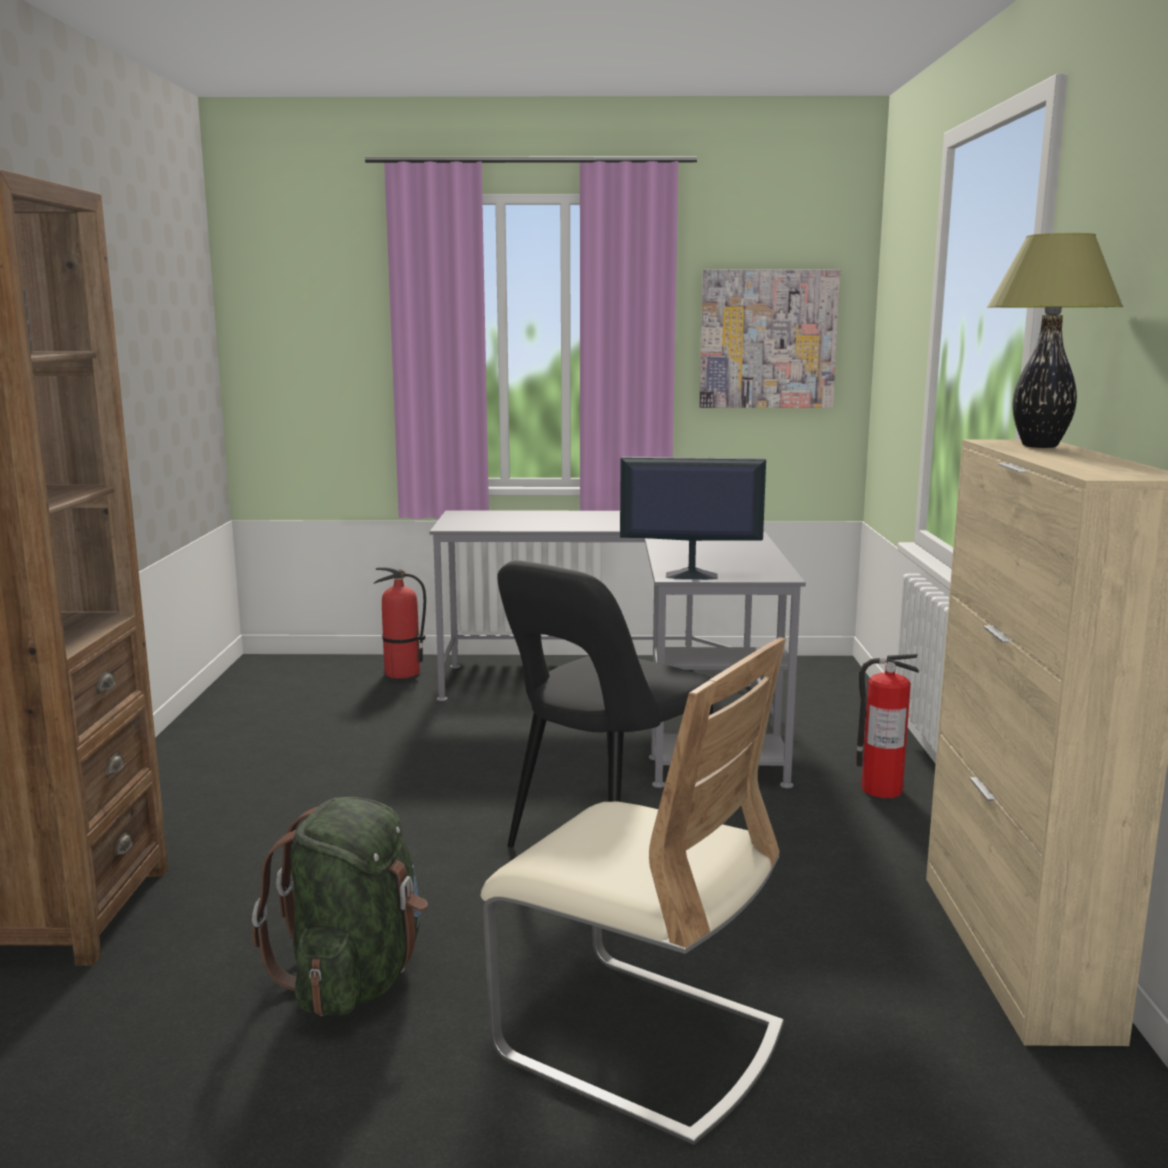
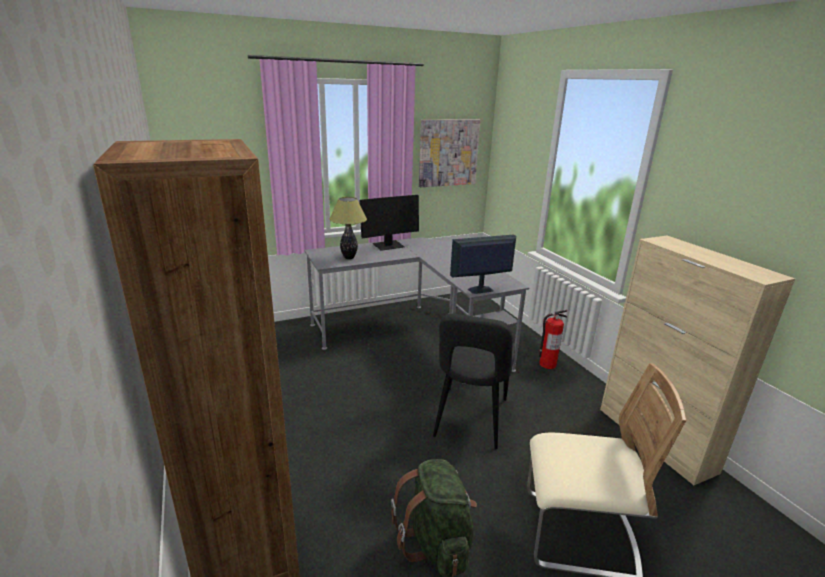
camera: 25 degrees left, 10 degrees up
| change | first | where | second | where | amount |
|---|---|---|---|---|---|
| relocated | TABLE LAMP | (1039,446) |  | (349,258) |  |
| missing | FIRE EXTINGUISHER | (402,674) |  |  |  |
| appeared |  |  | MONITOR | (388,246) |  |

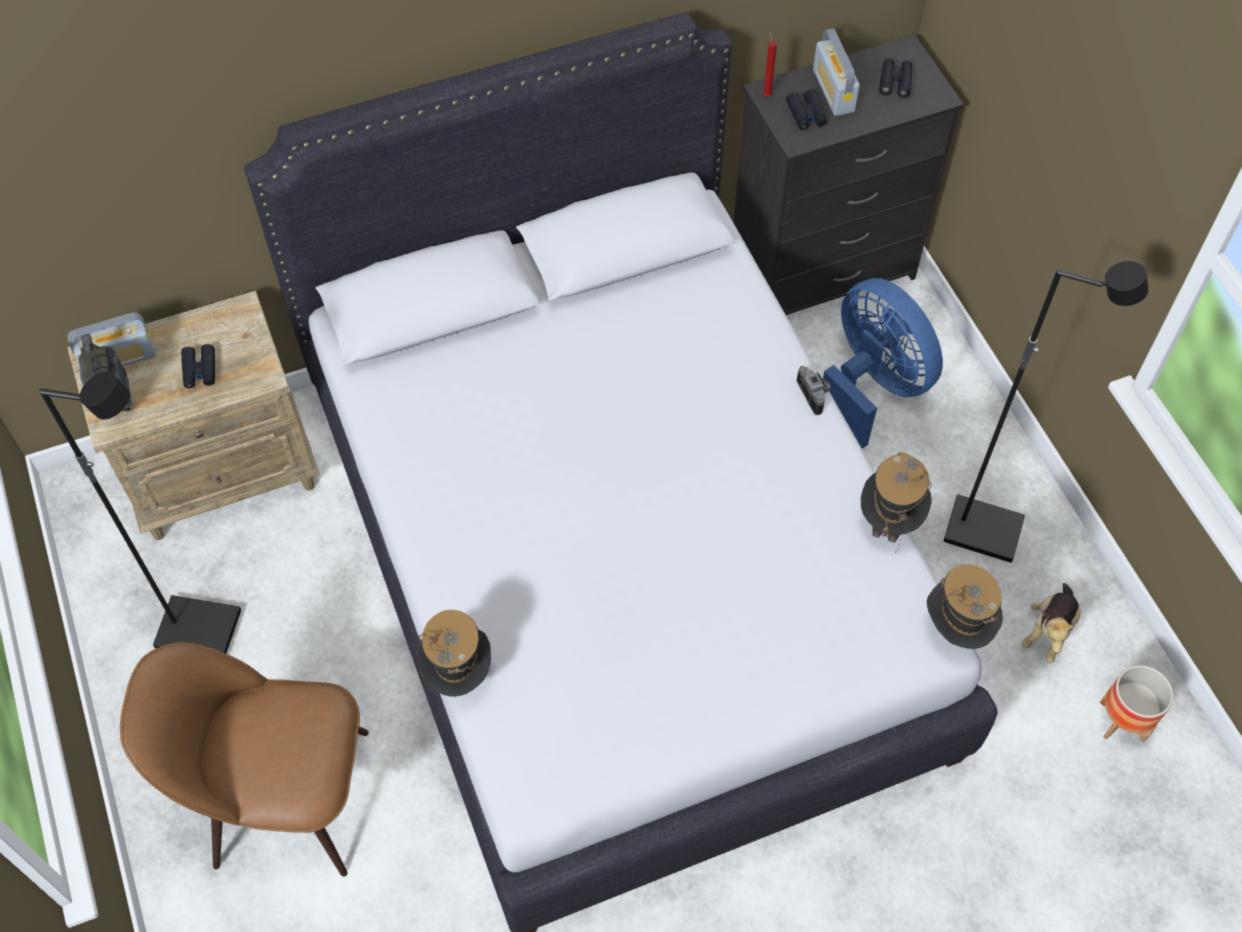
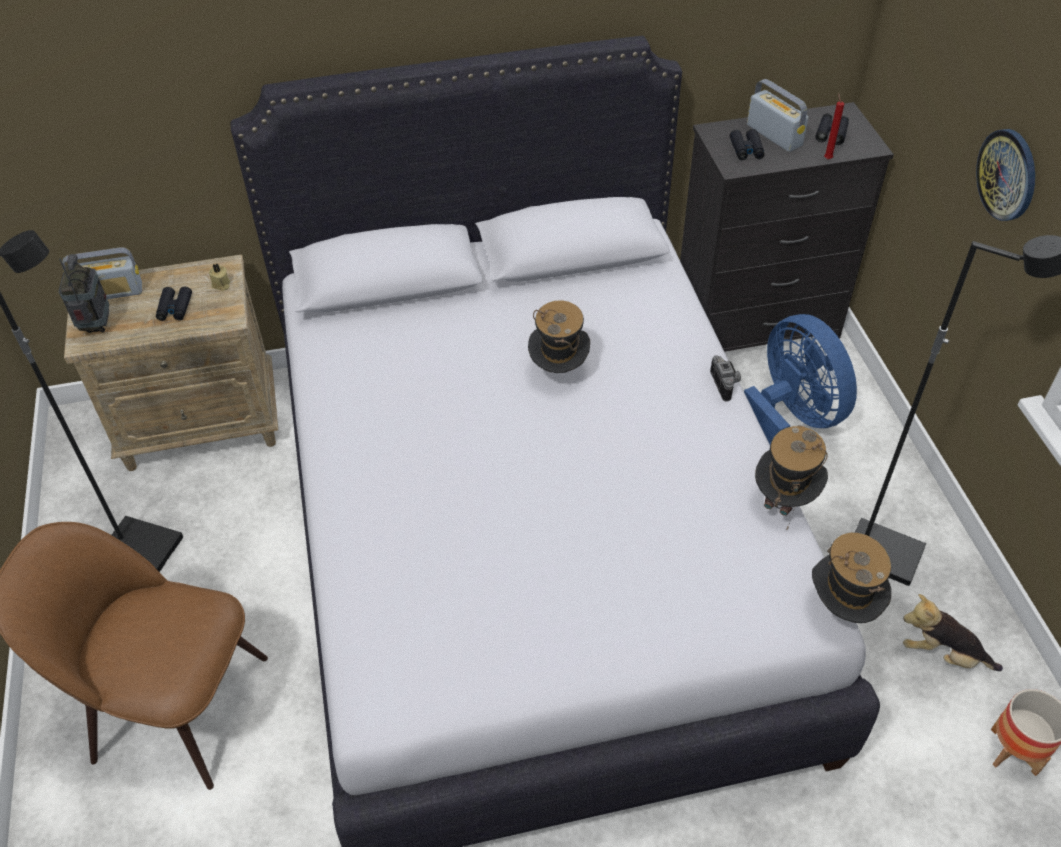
camera: 10 degrees right, 10 degrees down
| change | first | where | second | where | amount |
|---|---|---|---|---|---|
| spun | RADIO | (833,91) |  | (774,135) | 150 degrees clockwise |
| relocated | RED CANDLE | (766,94) |  | (827,158) |  |
| spun | PLUSH TOY | (1049,630) |  | (942,653) | 75 degrees clockwise |
| relocated | HAT | (458,674) |  | (559,371) |  |
| appeared |  |  | WALL CLOCK | (1007,174) |  |
| appeared |  |  | BEIGE CANDLE | (221,285) |  |

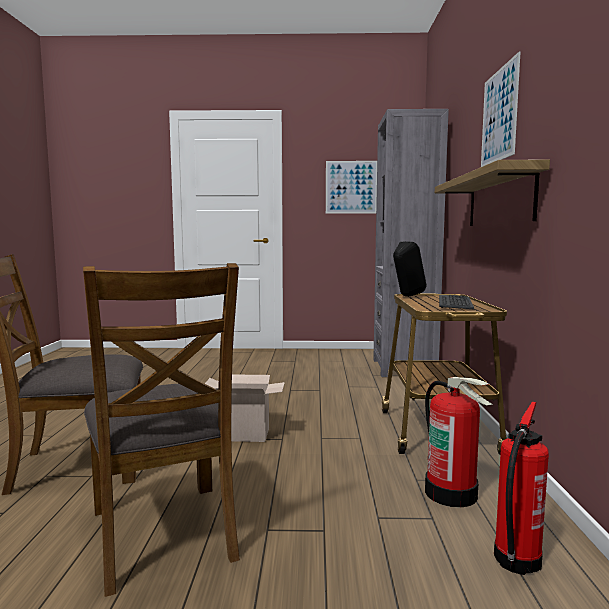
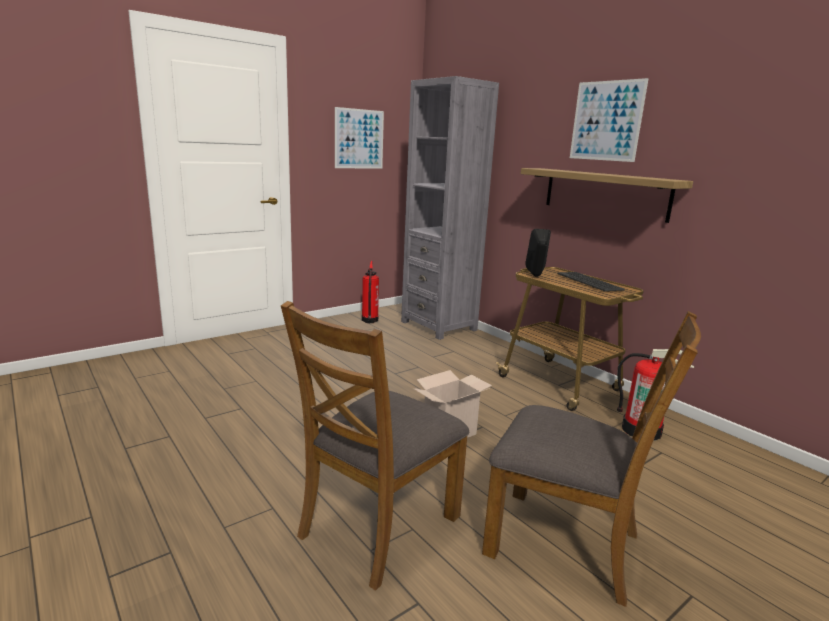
camera: 40 degrees left, 10 degrees up
| change | first | where | second | where | amount |
|---|---|---|---|---|---|
| relocated | FIRE EXTINGUISHER | (515,562) |  | (369,321) |  |

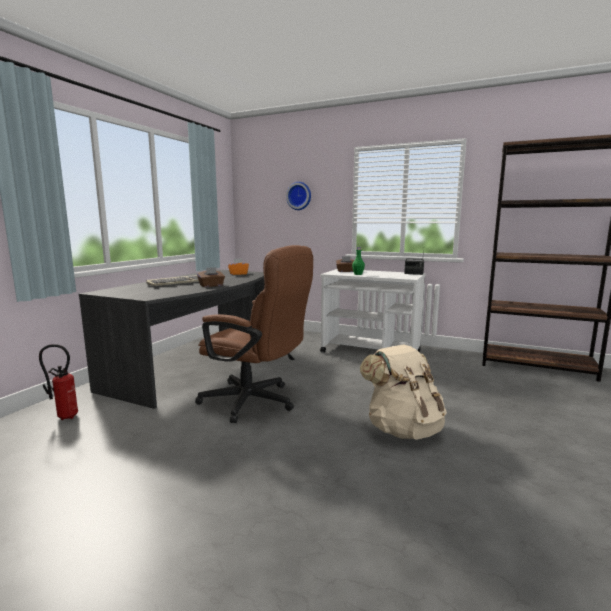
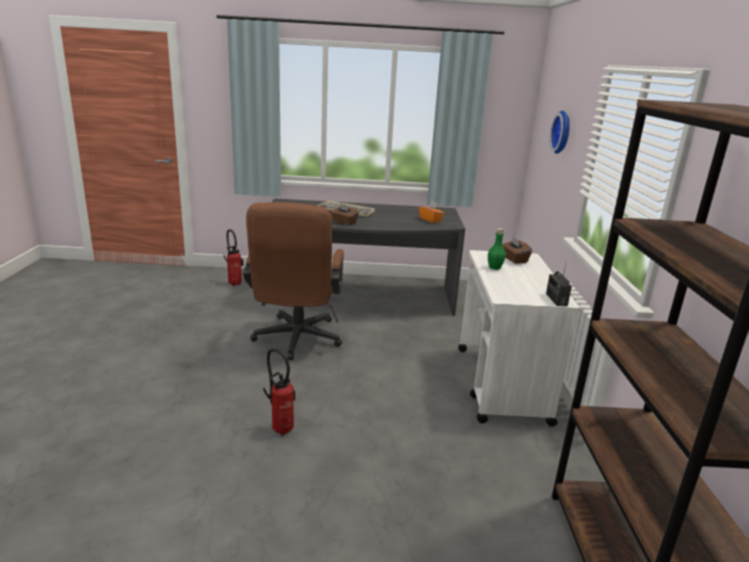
camera: 65 degrees right, 10 degrees up
| change | first | where | second | where | amount |
|---|---|---|---|---|---|
| exchanged | BEIGE BACKPACK | (403,429) | FIRE EXTINGUISHER | (281,428) |  |

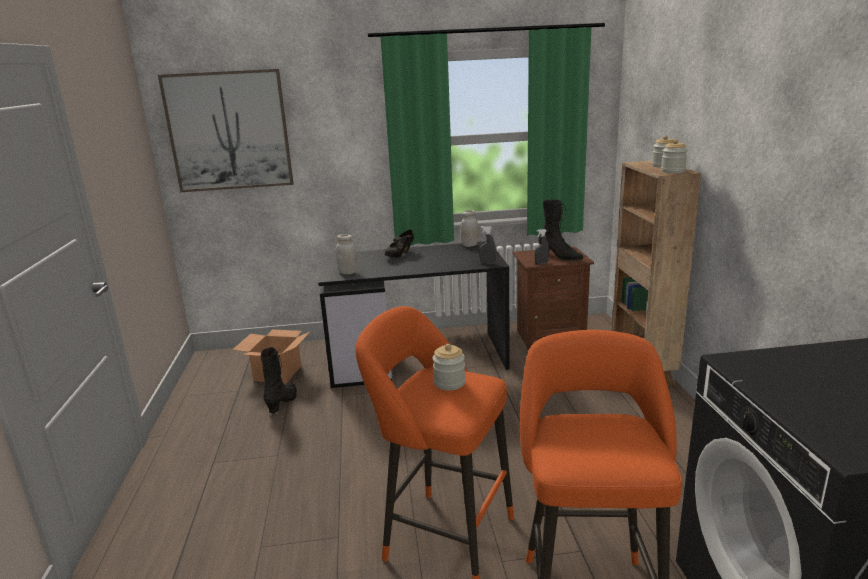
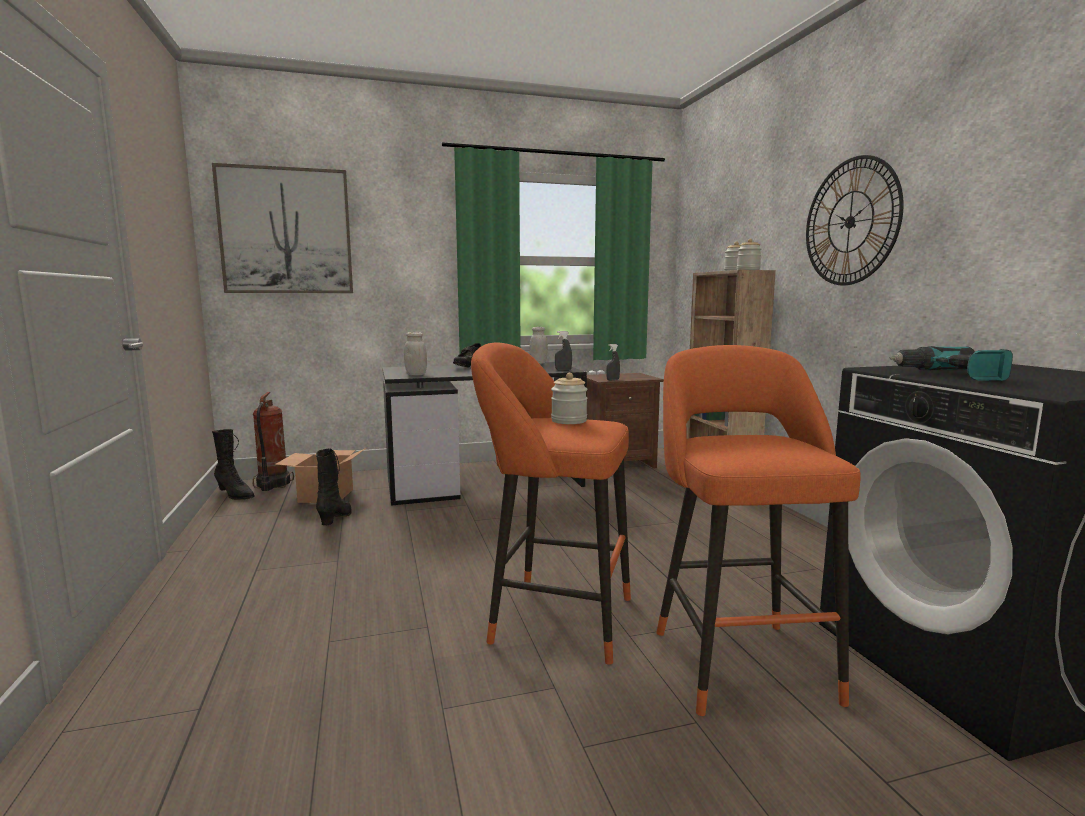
camera: 10 degrees left, 10 degrees down
| change | first | where | second | where | amount |
|---|---|---|---|---|---|
| relocated | BLACK BOOT | (559,256) |  | (235,495) |  |
| appeared |  |  | WALL CLOCK | (850,222) |  |
| appeared |  |  | POWER DRILL | (950,375) |  |
| appeared |  |  | FIRE EXTINGUISHER | (272,485) |  |

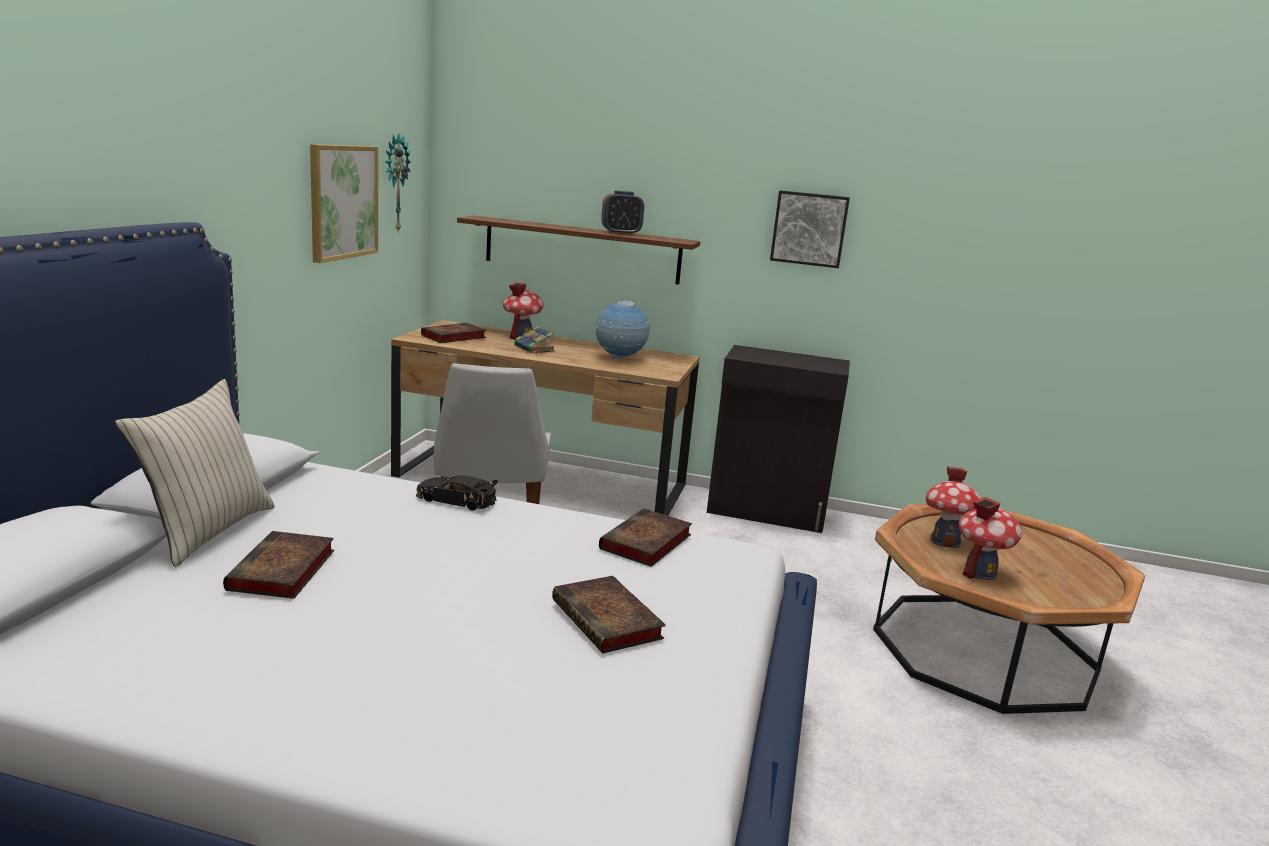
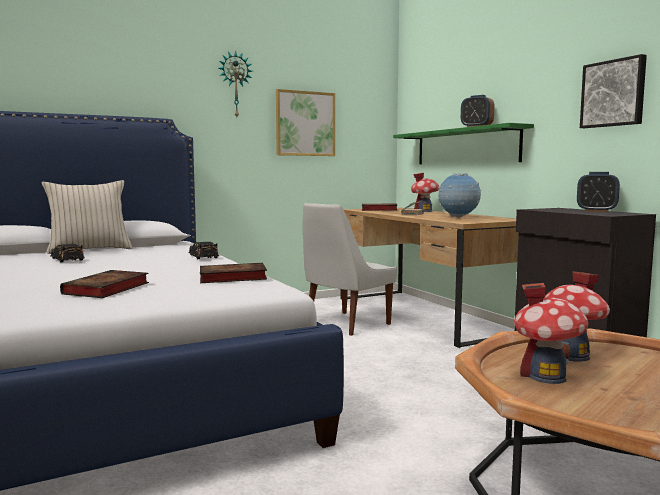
camera: 50 degrees right, 10 degrees down
| change | first | where | second | where | amount |
|---|---|---|---|---|---|
| relocated | WALL CLOCK | (394,183) |  | (235,85) |  |
| colour | BROWN SHELF | (582,250) | GREEN SHELF | (465,147) |  |
| exchanged | BOOK | (282,572) | BLACK TOY CAR | (67,259) |  |
| appeared |  |  | ALARM CLOCK | (596,211) |  |

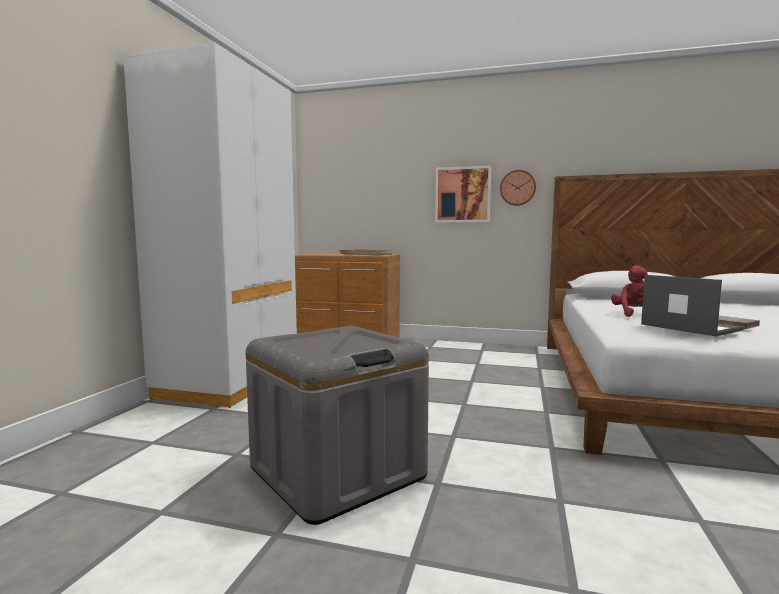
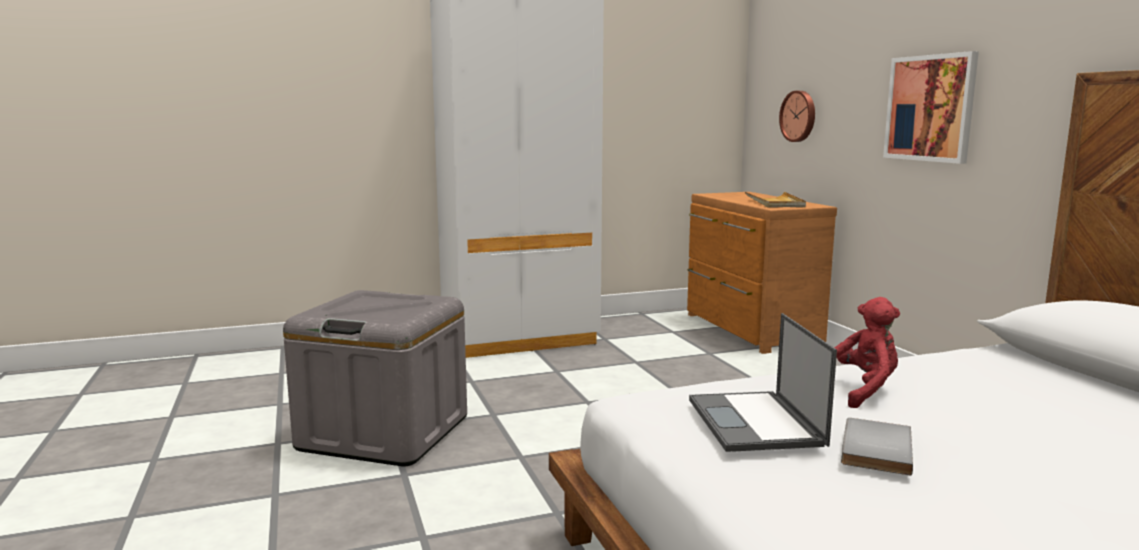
camera: 55 degrees right, 5 degrees up
| change | first | where | second | where | amount |
|---|---|---|---|---|---|
| relocated | WALL CLOCK | (517,188) |  | (799,116) |  |
| spun | LAPTOP | (688,327) |  | (756,422) | 150 degrees clockwise |

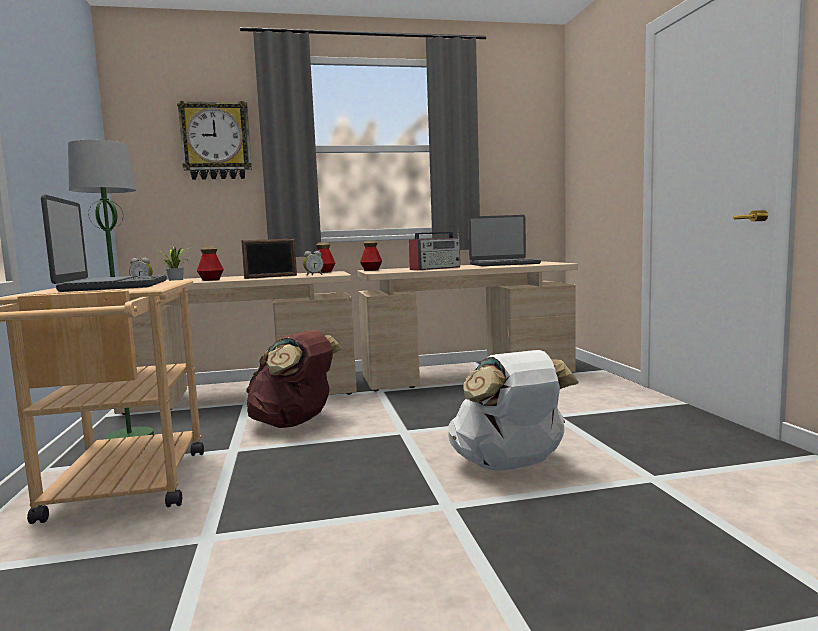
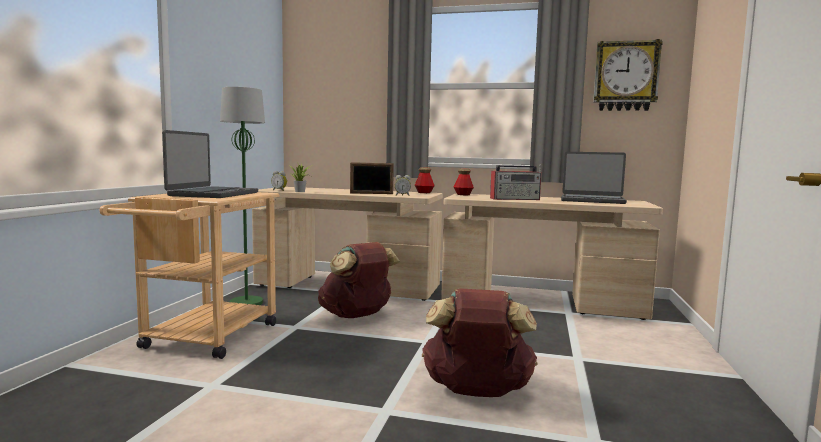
camera: 25 degrees right, 0 degrees up
| change | first | where | second | where | amount |
|---|---|---|---|---|---|
| relocated | WALL CLOCK | (216,141) |  | (626,76) |  |
| missing | BOTTLE | (211,280) |  |  |  |
| colour | WHITE BACKPACK | (510,465) | BROWN BACKPACK | (477,392) |  |

